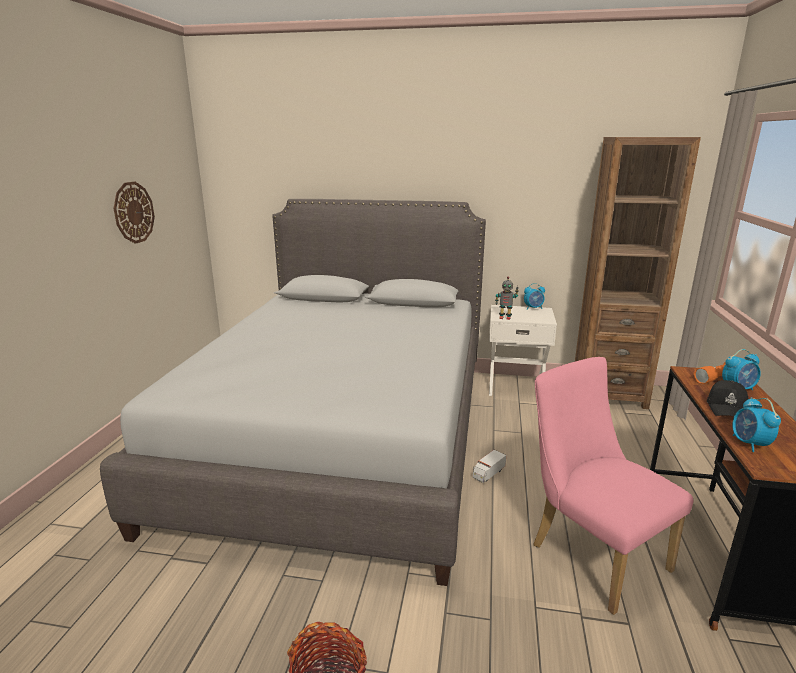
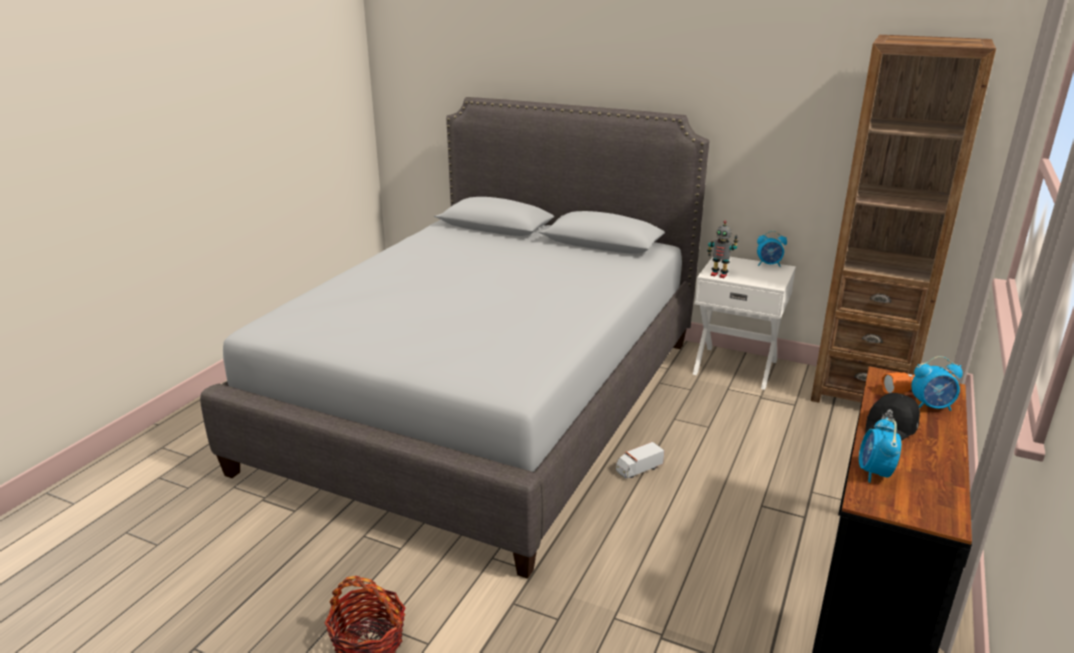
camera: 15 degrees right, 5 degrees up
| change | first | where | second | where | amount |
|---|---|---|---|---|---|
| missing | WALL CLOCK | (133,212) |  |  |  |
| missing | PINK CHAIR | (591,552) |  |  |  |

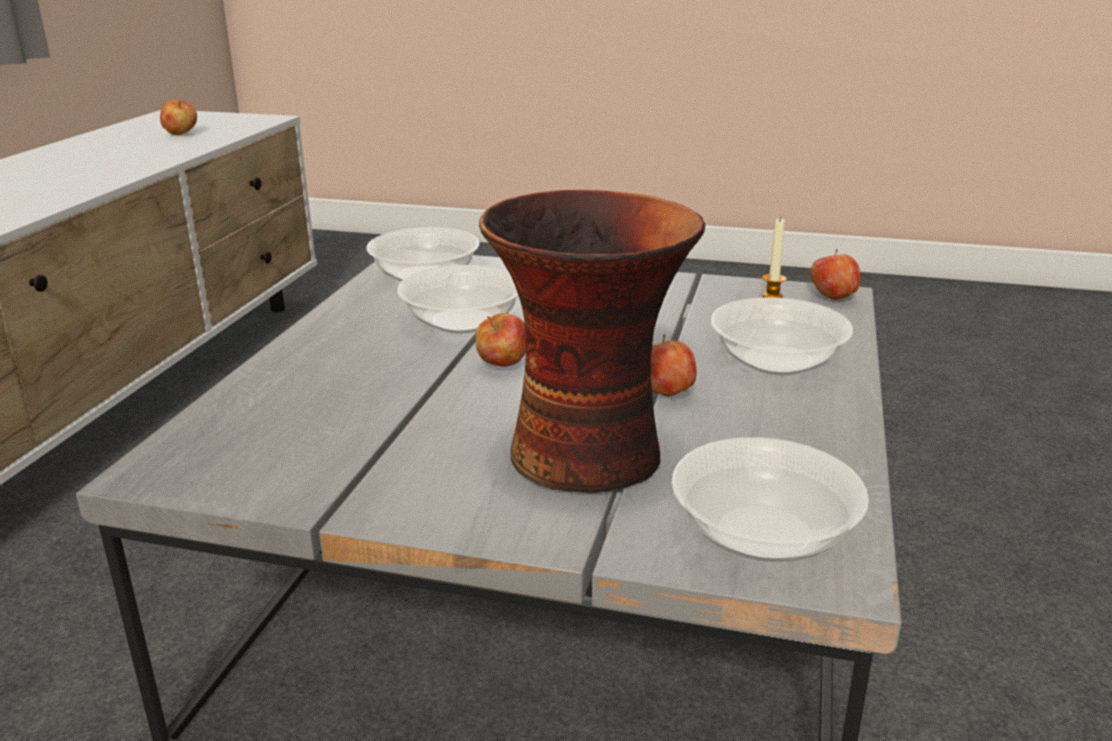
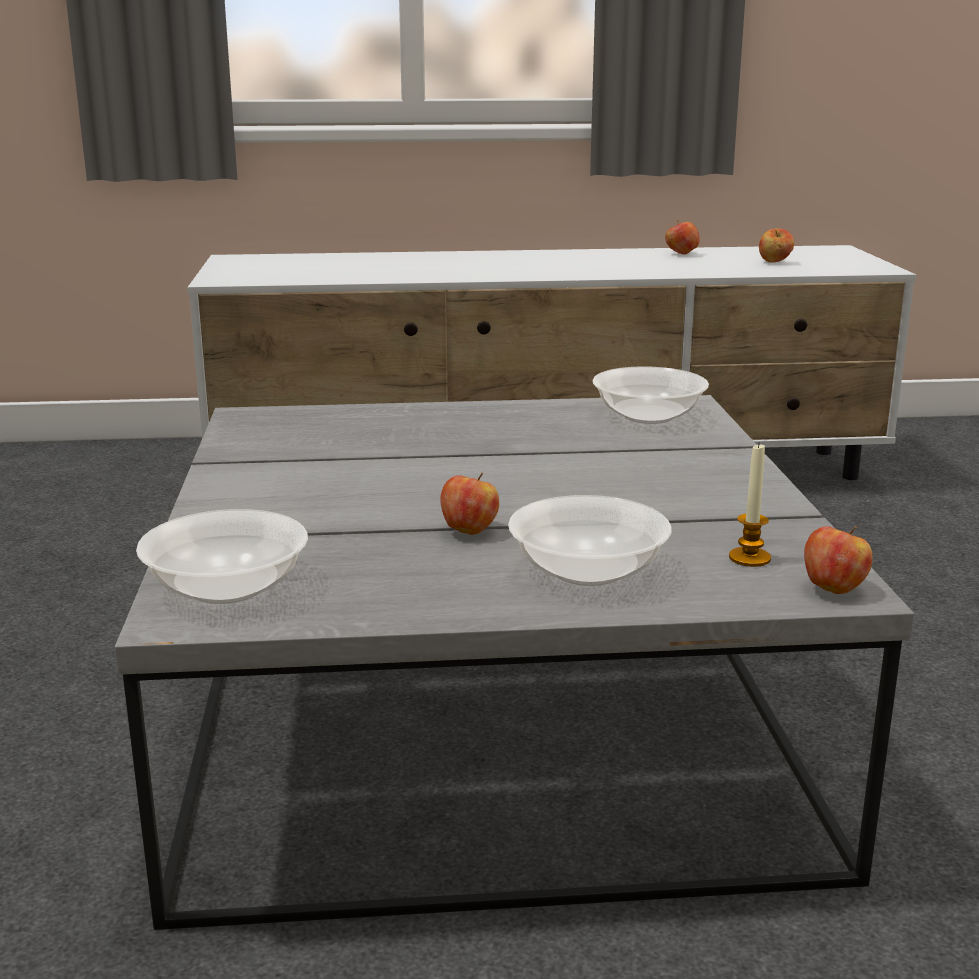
camera: 70 degrees right, 5 degrees down
| change | first | where | second | where | amount |
|---|---|---|---|---|---|
| missing | VASE | (591,453) |  |  |  |
| missing | BOWL | (462,322) |  |  |  |
| relocated | APPLE | (503,366) |  | (681,254) |  |

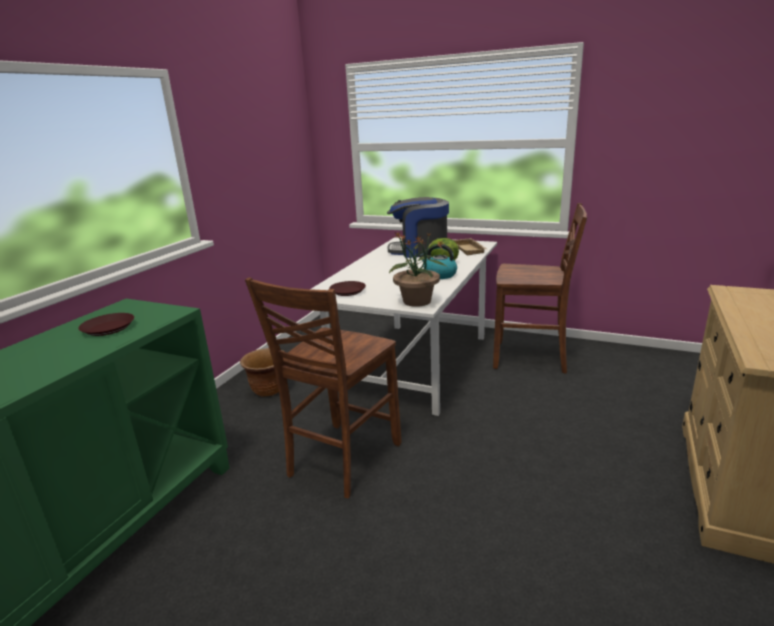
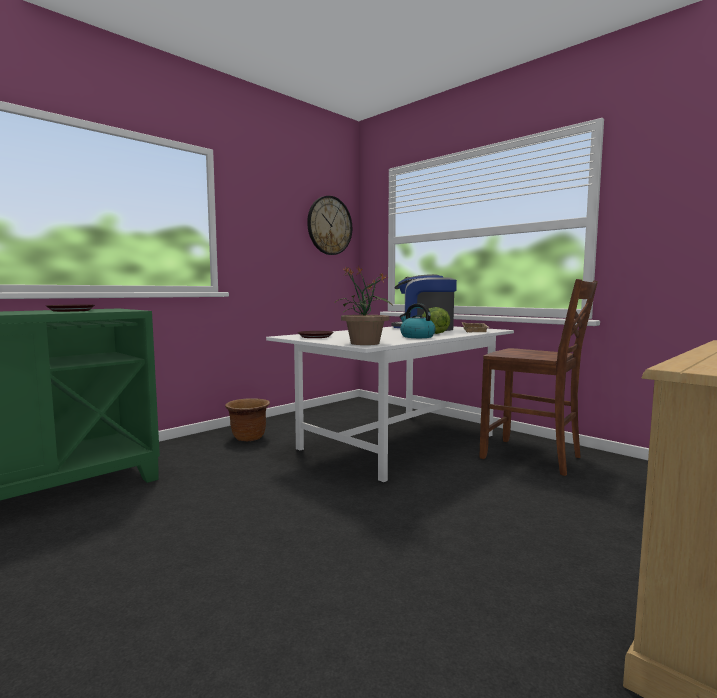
camera: 20 degrees right, 15 degrees down
| change | first | where | second | where | amount |
|---|---|---|---|---|---|
| missing | BROWN CHAIR | (341,460) |  |  |  |
| appeared |  |  | WALL CLOCK | (329,225) |  |

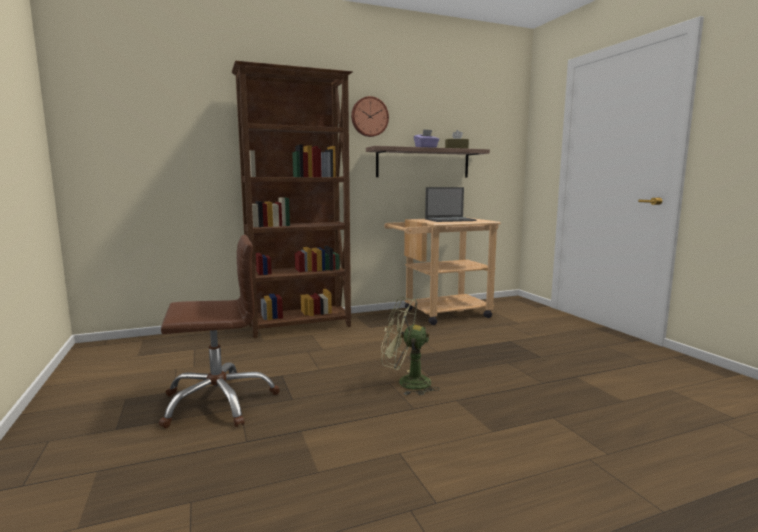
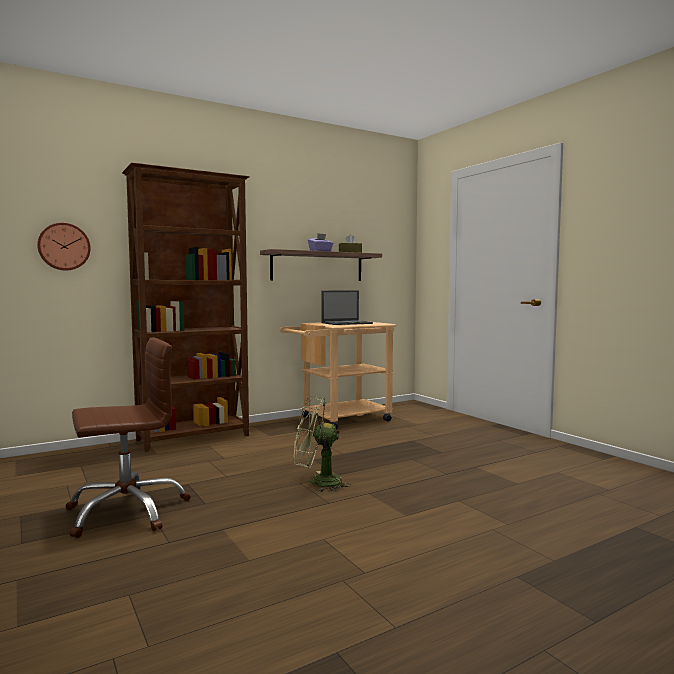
camera: 10 degrees left, 5 degrees down
| change | first | where | second | where | amount |
|---|---|---|---|---|---|
| relocated | WALL CLOCK | (369,117) |  | (64,246) |  |

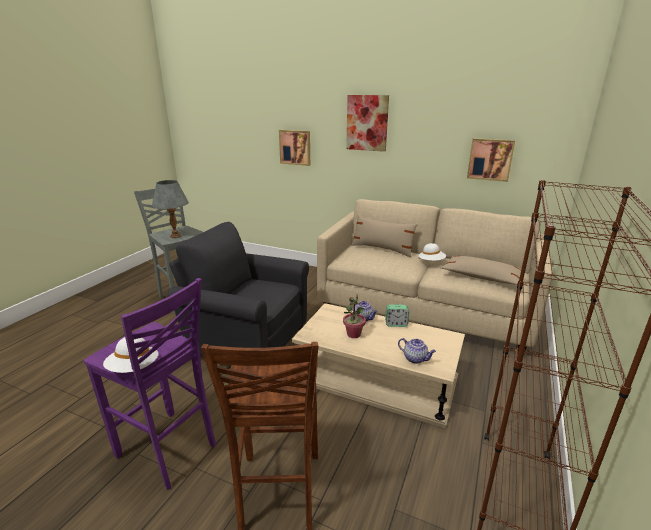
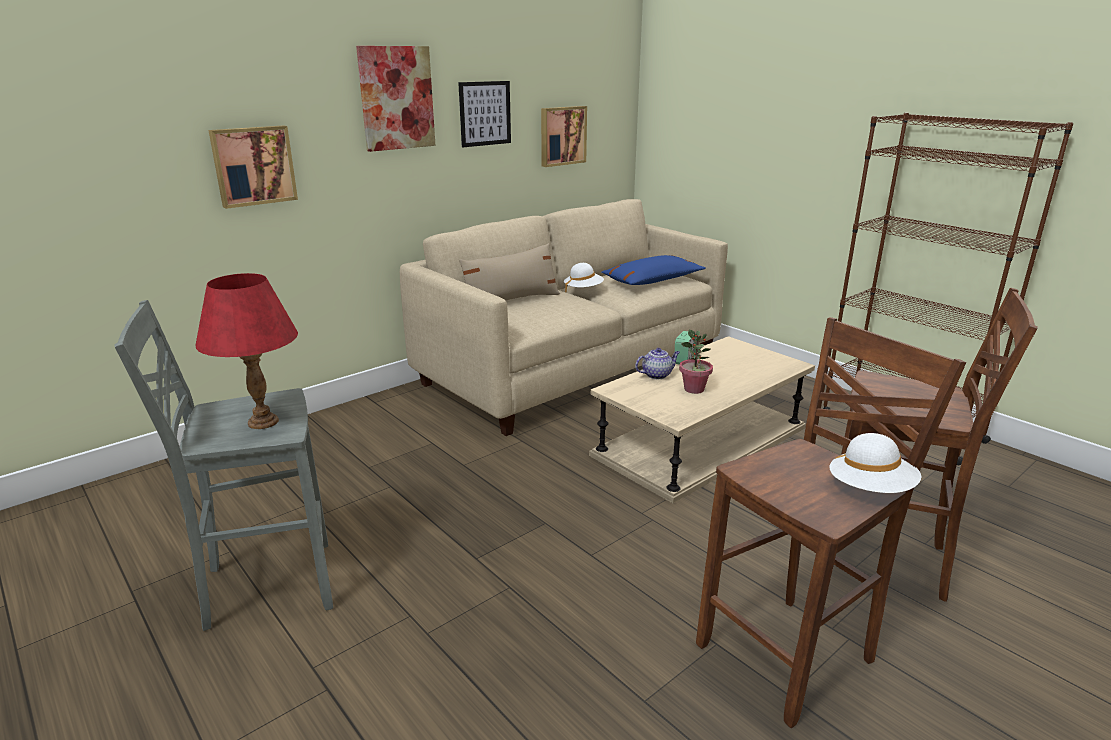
camera: 65 degrees left, 0 degrees up
| change | first | where | second | where | amount |
|---|---|---|---|---|---|
| colour | GREY TABLE LAMP | (175,236) | RED TABLE LAMP | (262,422) |  |
| missing | GREY ARMCHAIR | (246,340) |  |  |  |
| colour | BEIGE PILLOW | (482,277) | BLUE PILLOW | (652,281) |  |
| colour | PURPLE STOOL | (169,451) | BROWN STOOL | (791,654) |  |
| missing | TEAPOT | (415,359) |  |  |  |
| appeared |  |  | PICTURE | (485,113) |  |

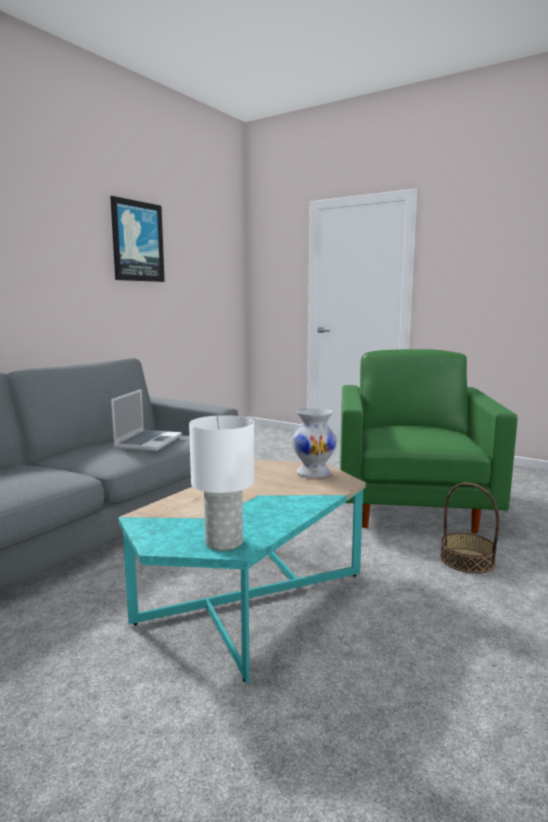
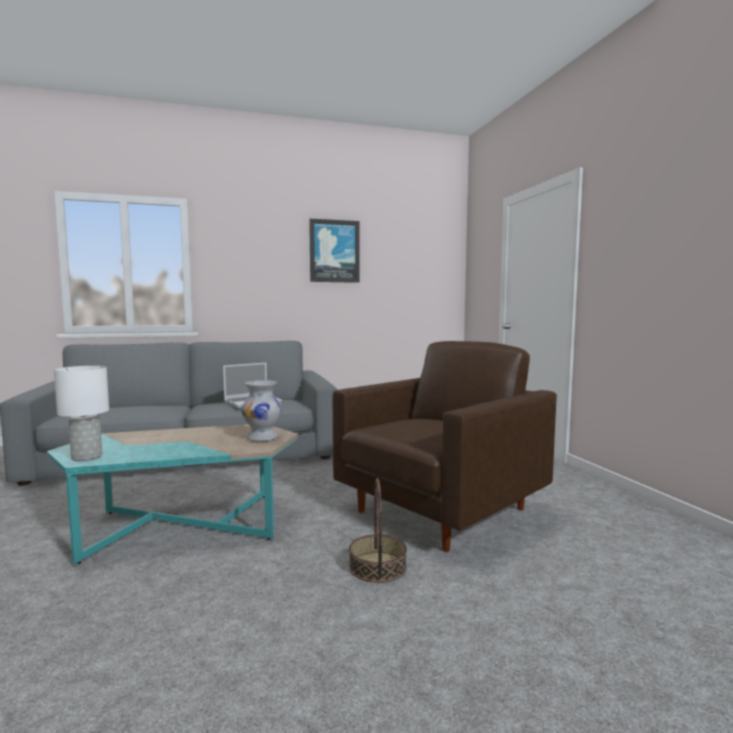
camera: 40 degrees right, 5 degrees down
| change | first | where | second | where | amount |
|---|---|---|---|---|---|
| colour | GREEN ARMCHAIR | (412,507) | BROWN ARMCHAIR | (440,511) |  |

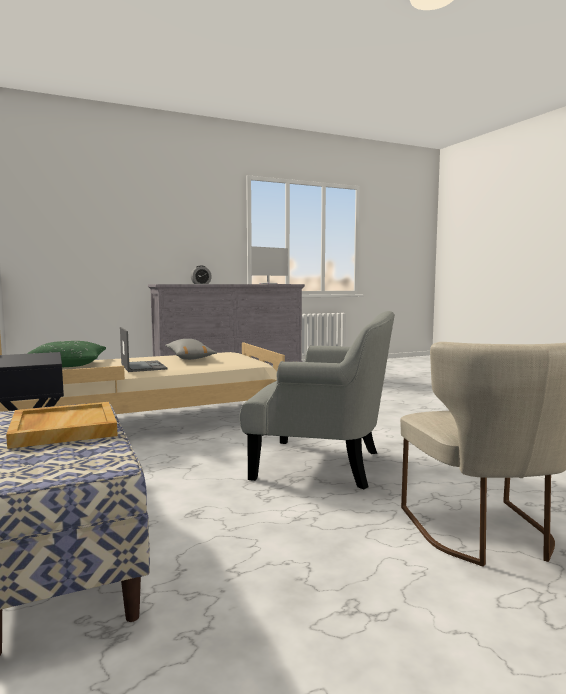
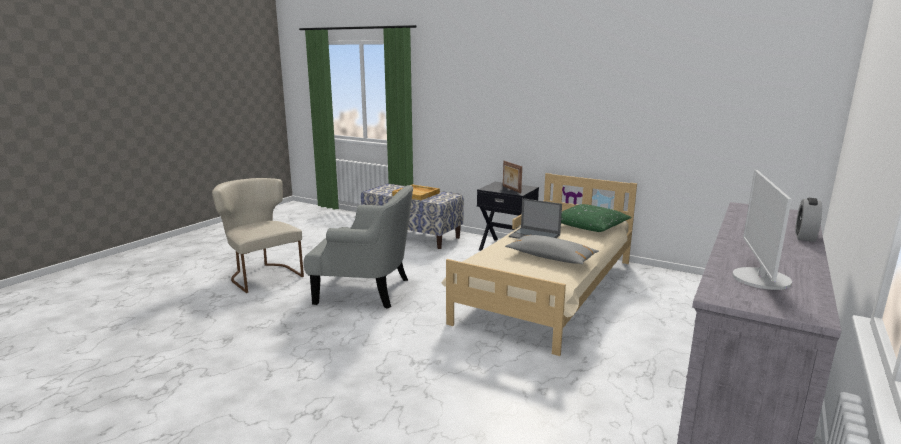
camera: 145 degrees right, 10 degrees up
| change | first | where | second | where | amount |
|---|---|---|---|---|---|
| spun | GREY ARMCHAIR | (321,464) |  | (366,290) | 150 degrees counterclockwise |
| appeared |  |  | PICTURE FRAME | (511,189) |  |

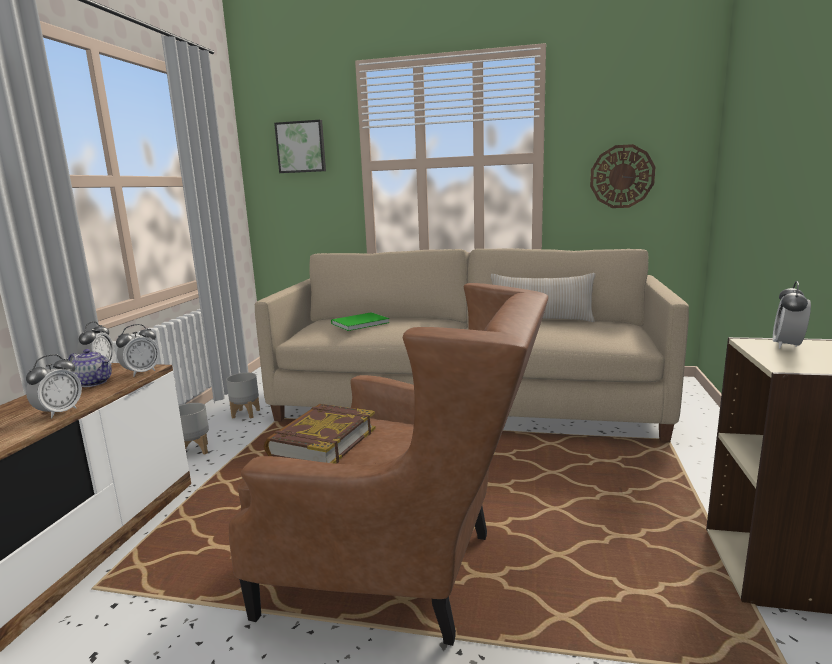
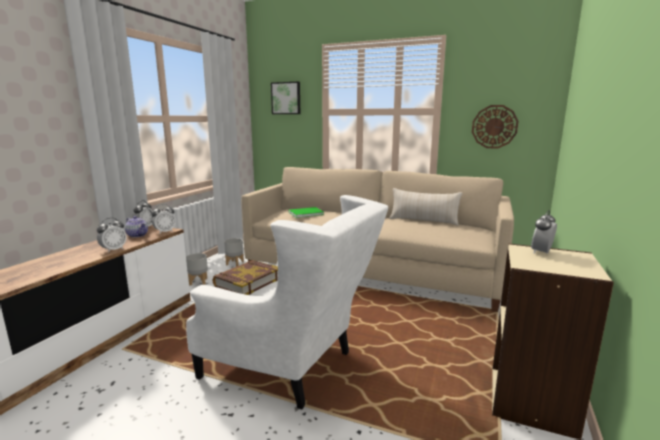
camera: 10 degrees right, 0 degrees up
| change | first | where | second | where | amount |
|---|---|---|---|---|---|
| colour | BROWN ARMCHAIR | (404,571) | WHITE ARMCHAIR | (291,365) |  |

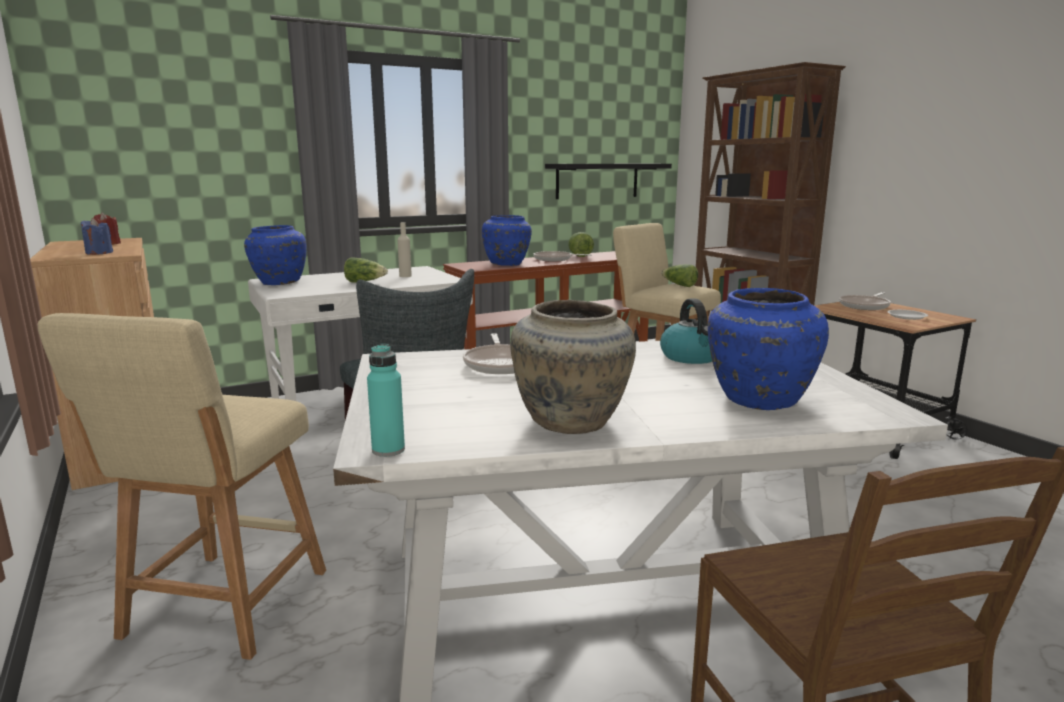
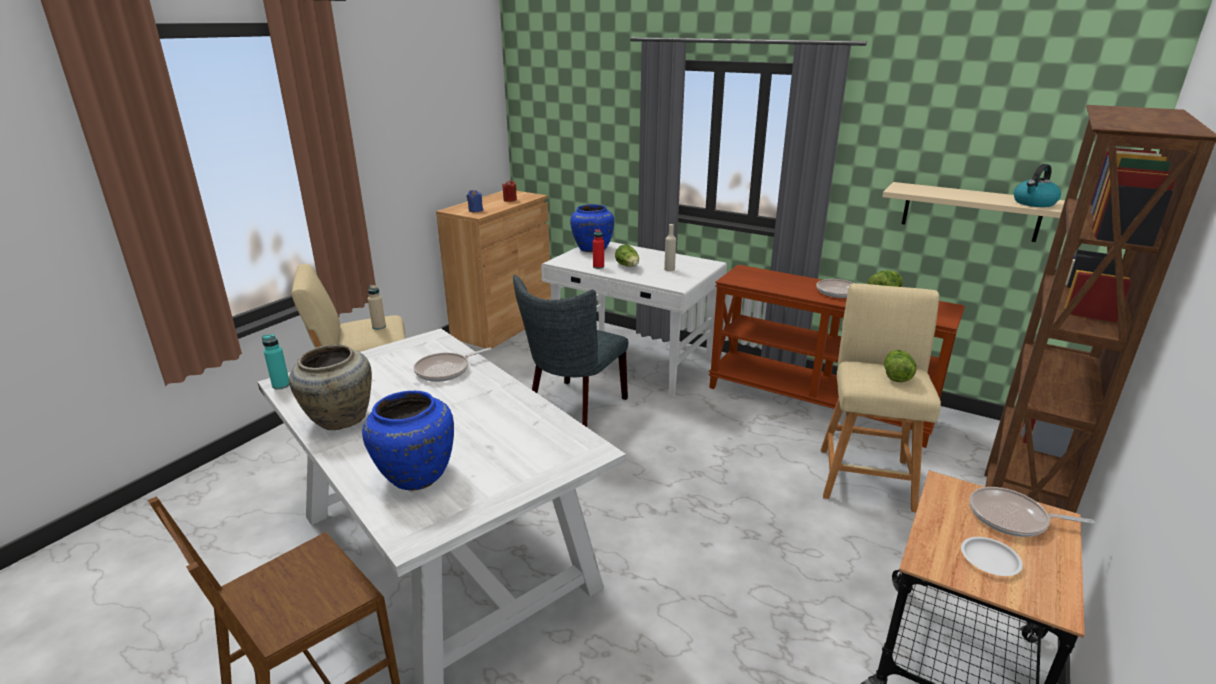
camera: 60 degrees right, 10 degrees up
| change | first | where | second | where | amount |
|---|---|---|---|---|---|
| colour | BLACK SHELF | (597,180) | BEIGE SHELF | (970,211) |  |
| missing | BLUE VASE | (507,264) |  |  |  |
| relocated | KETTLE | (691,357) |  | (1034,203) |  |
| appeared |  |  | RED BOTTLE | (598,267) |  |
| appeared |  |  | BEIGE BOTTLE | (379,327) |  |

